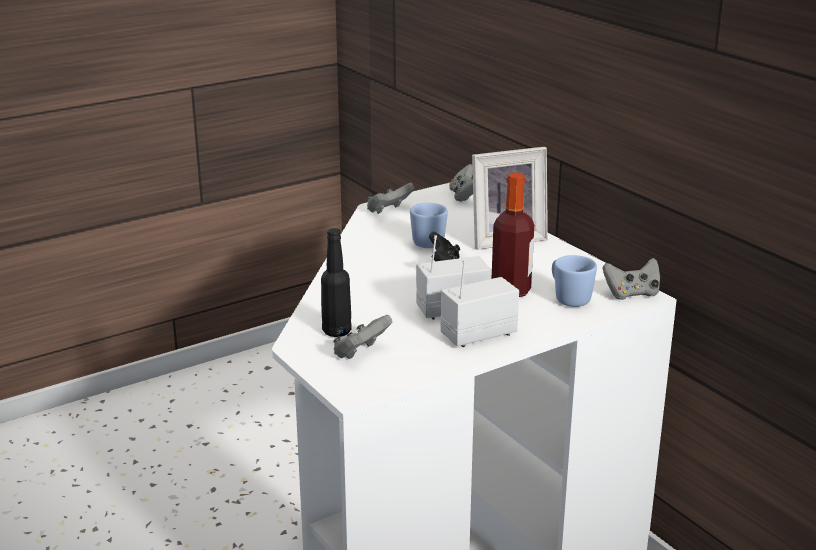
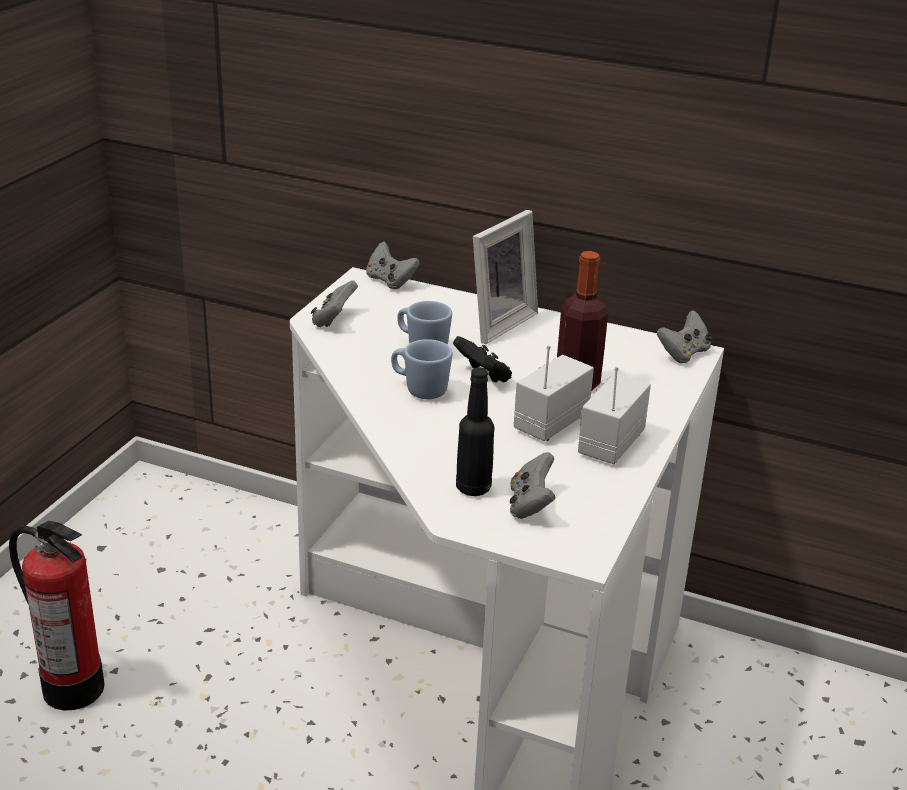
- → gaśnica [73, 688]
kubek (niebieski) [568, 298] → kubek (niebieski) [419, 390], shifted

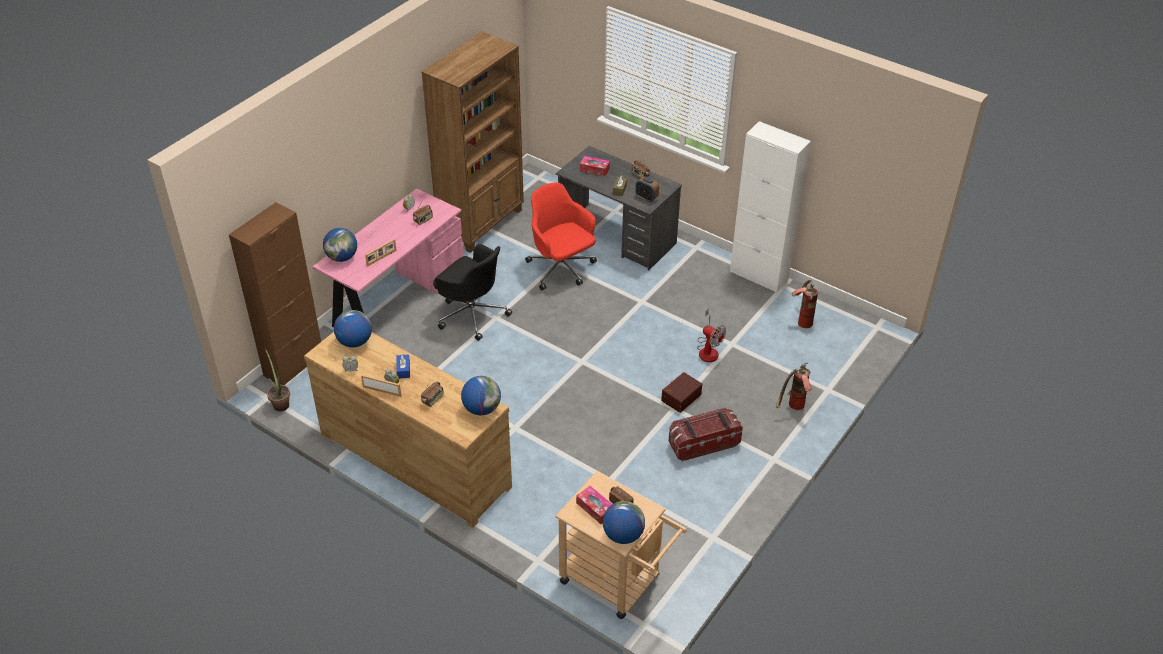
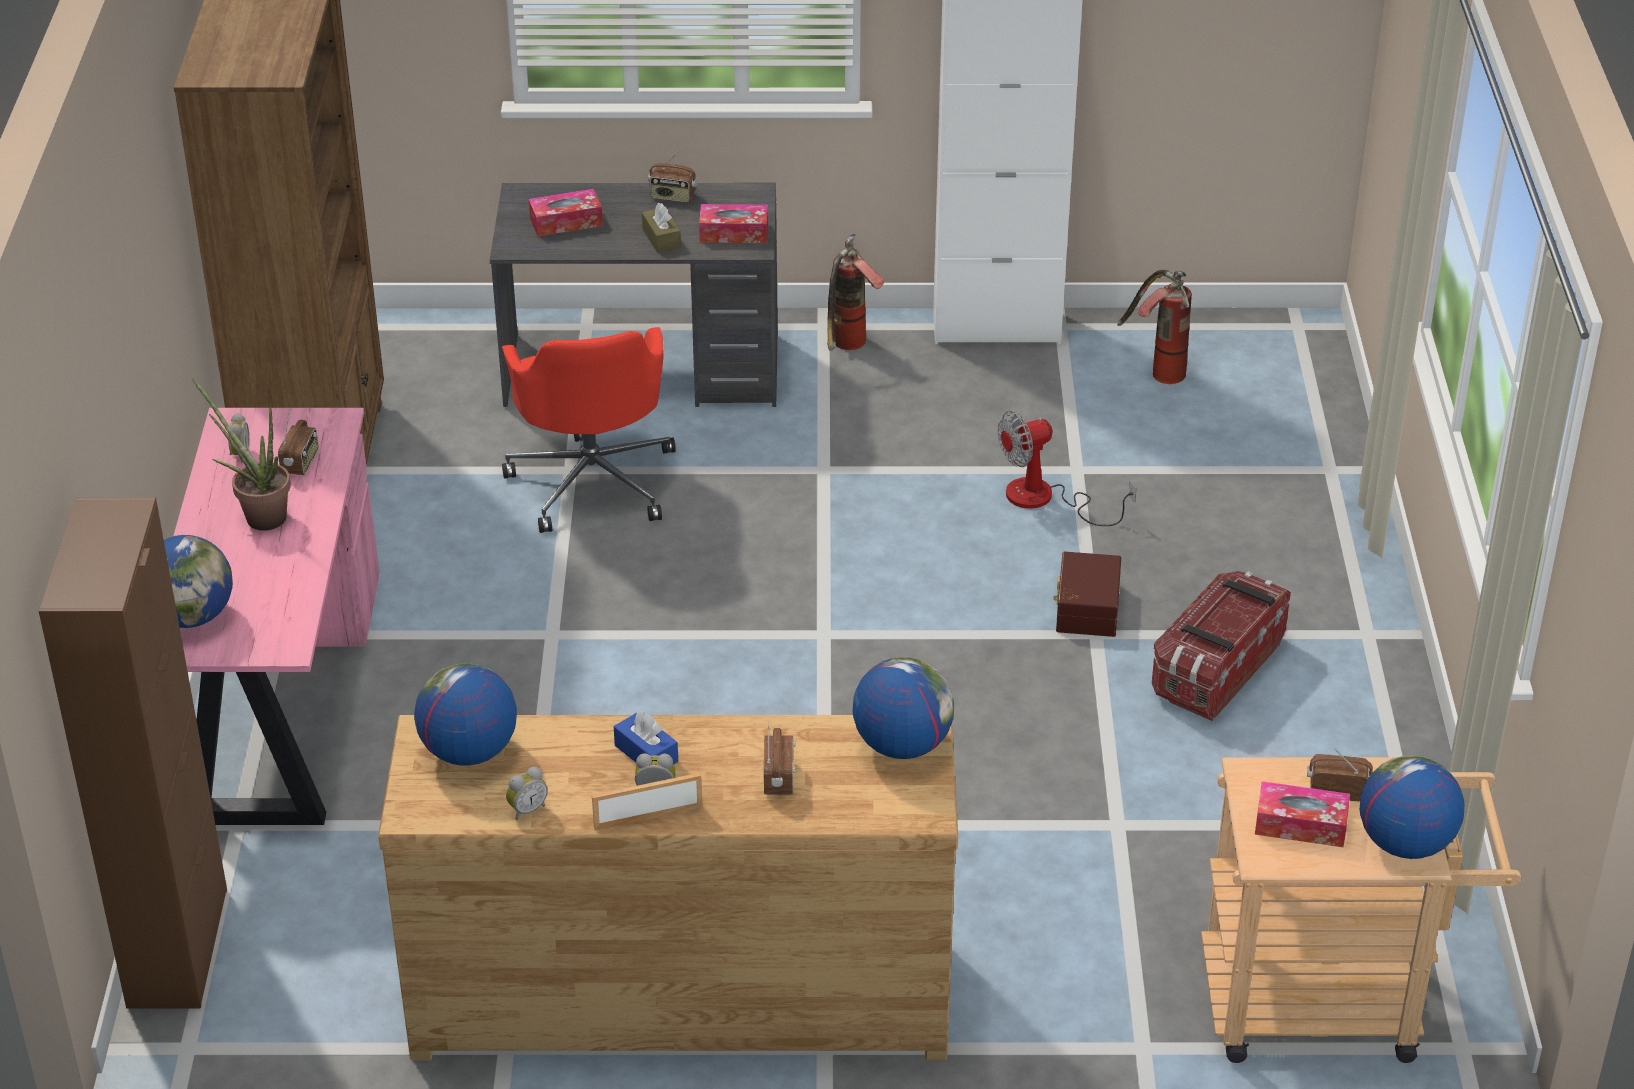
roślina doniczkowa [280, 403] → roślina doniczkowa [259, 515], shifted
krzesło biurowe (czerwony) [561, 269] → krzesło biurowe (czerwony) [593, 480], 120 degrees counterclockwise
budzik [646, 198] → pudełko chusteczek [734, 233]
gaśnica [793, 408] → gaśnica [848, 348], shifted
wentylator [708, 349] → wentylator [1045, 499], 150 degrees clockwise
ramka na zdjęcie [382, 258] → -
krzesło biurowe (czarny) [471, 313] → -

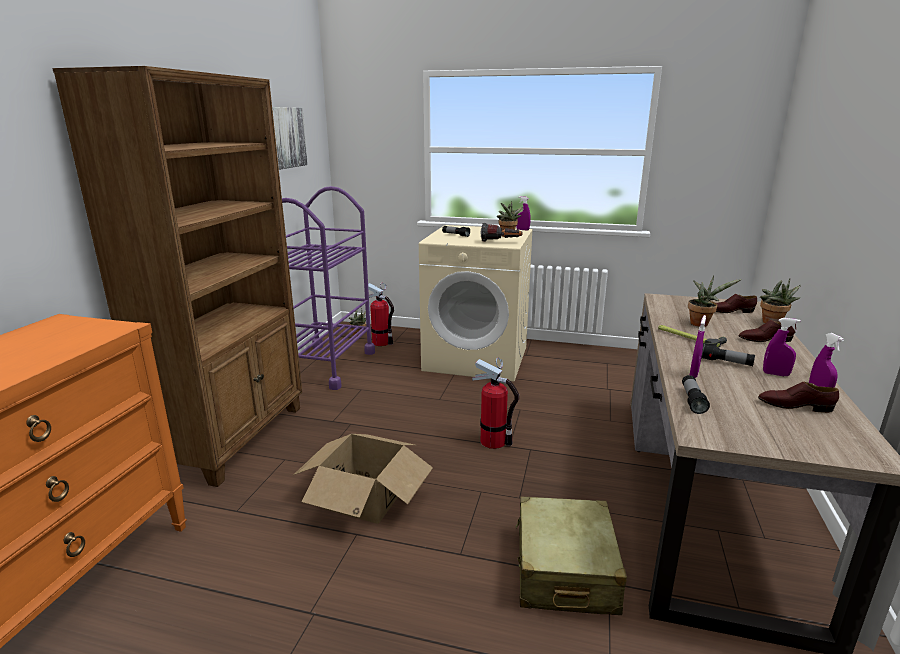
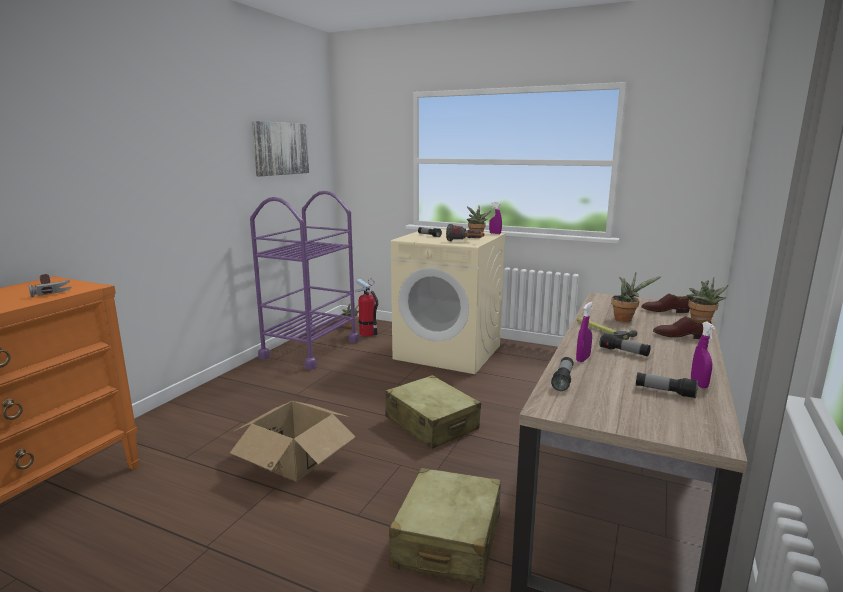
- → młotek [50, 288]
gaśnica [493, 441] → walizka (beżowy) [431, 423]
but (brązowy) [795, 406] → latarka [664, 392]
regał (brązowy) [235, 437] → -
spryskiwacz (fioletowy) [776, 374] → -

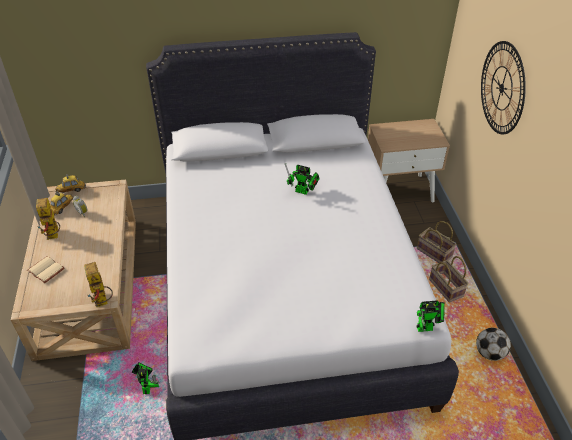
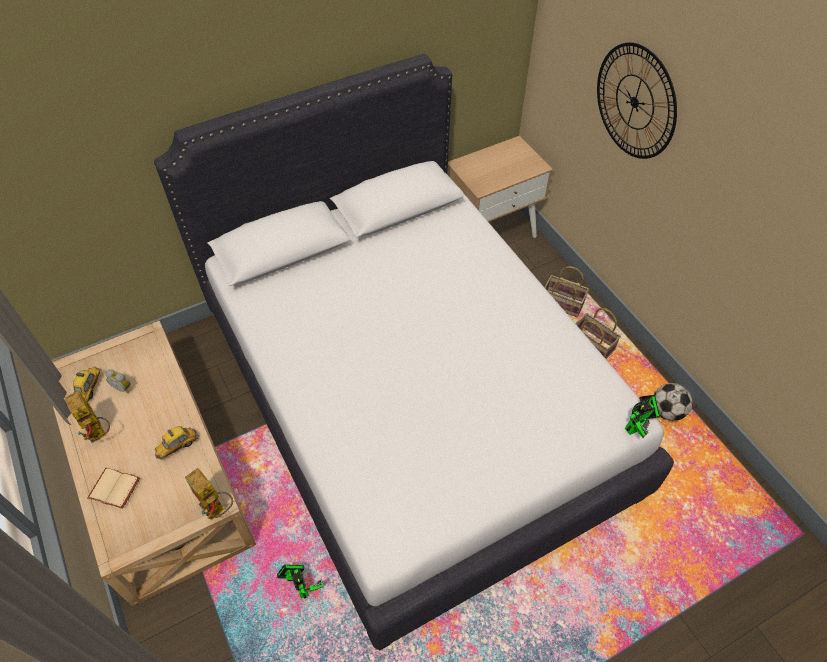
samochodzik [71, 190] → samochodzik [177, 446], shifted
robot zabawkowy [303, 192] → -

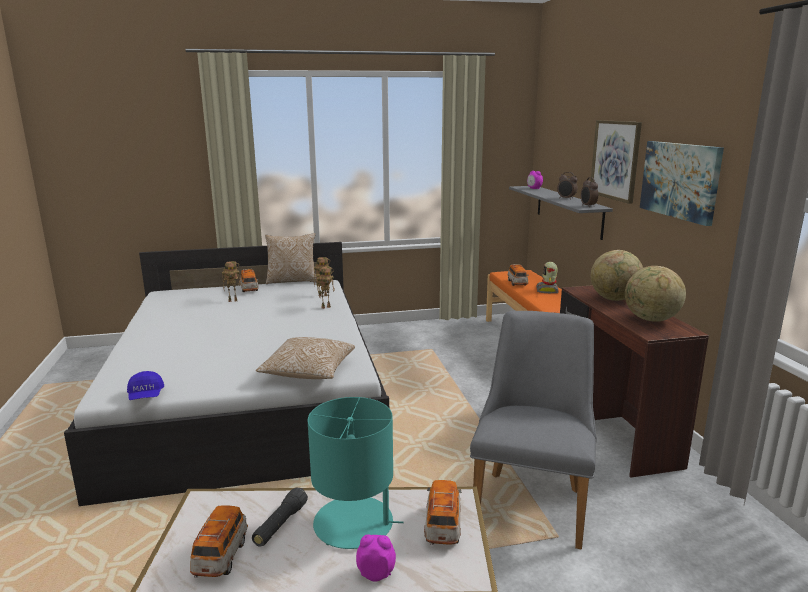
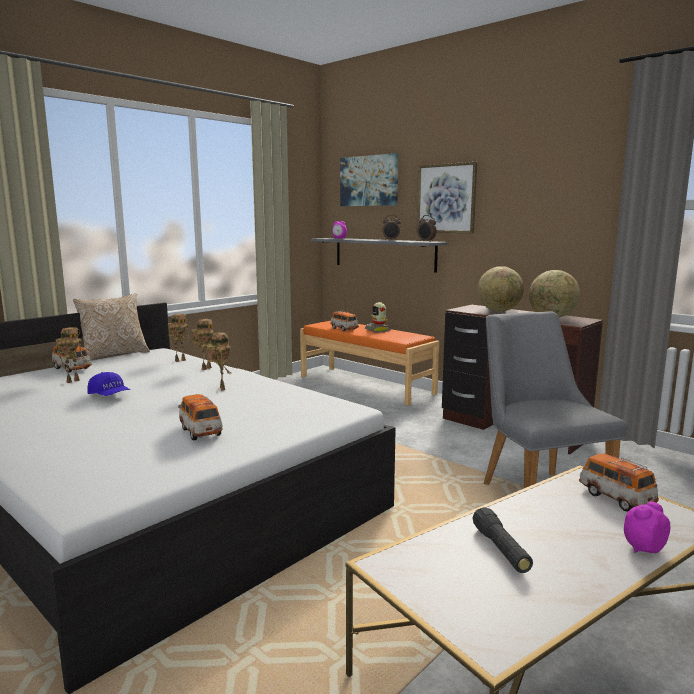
czapka z daszkiem (niebieski) [146, 396] → czapka z daszkiem (niebieski) [110, 395], shifted
samochodzik [221, 556] → samochodzik [200, 431], shifted
- → robot zabawkowy [220, 388]
obraz [680, 180] → obraz [369, 181], shifted
poduszka [308, 372] → -
lampa stołowa (turkusowy) [354, 523] → -

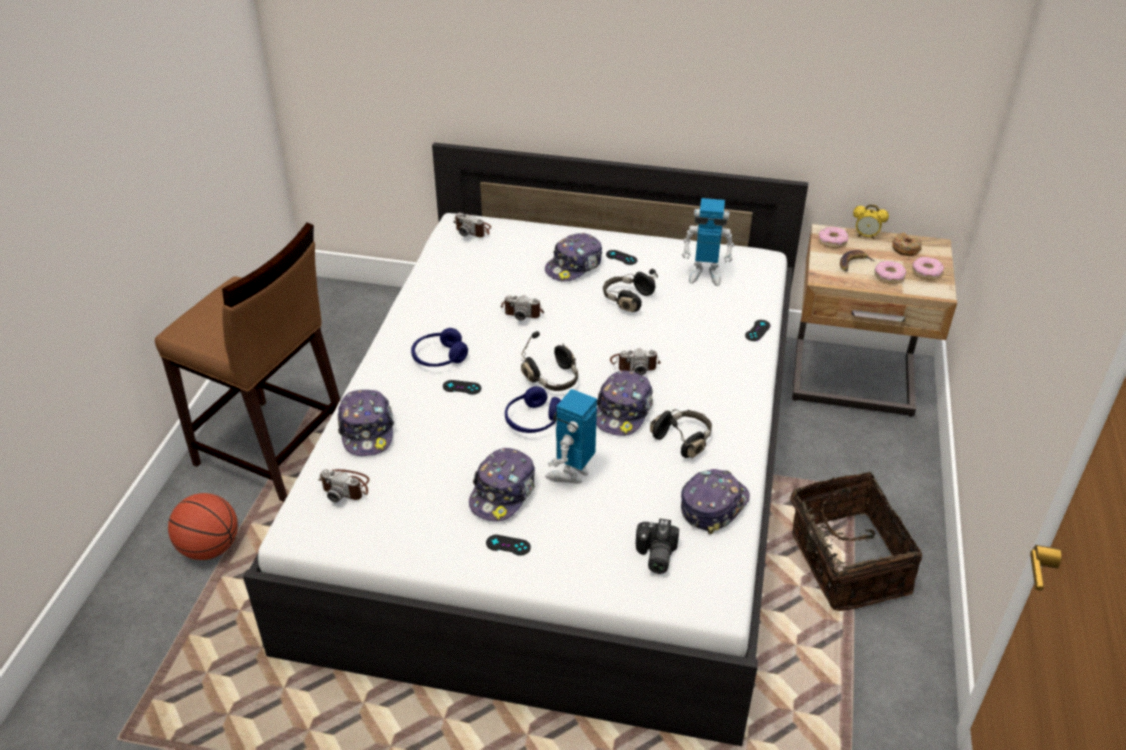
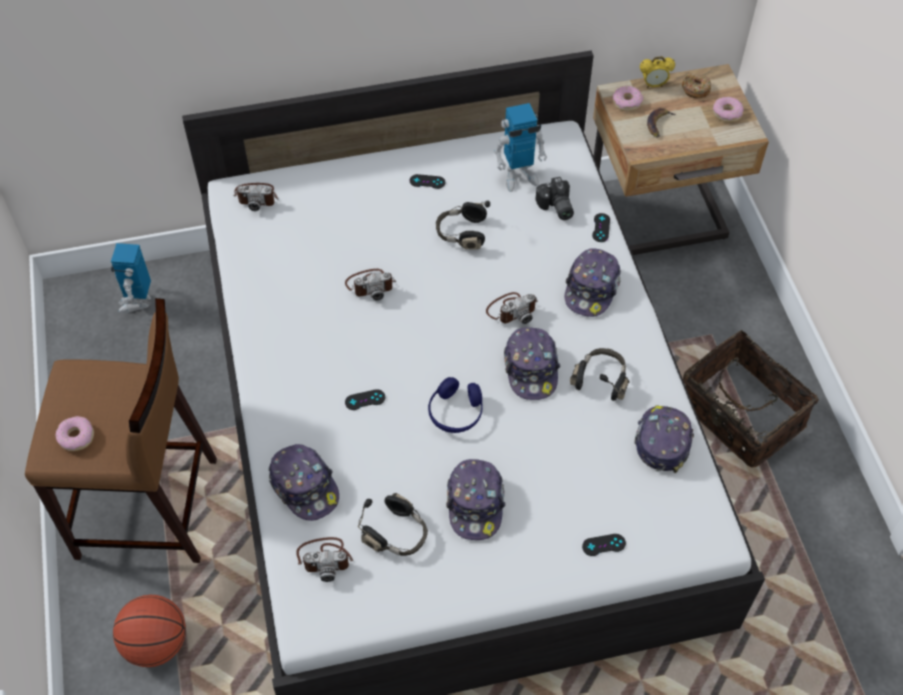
donut [889, 276] → donut [76, 437], shifted
robot zabawkowy [571, 473] → robot zabawkowy [138, 301], shifted
słuchawki (czarny) [553, 379] → słuchawki (czarny) [397, 534], shifted
aparat fotograficzny [654, 555] → aparat fotograficzny [555, 207], shifted
czapka z daszkiem [574, 266] → czapka z daszkiem [591, 289], shifted
pad do gier (czarny) [508, 545] → pad do gier (czarny) [604, 545], shifted
słuchawki (niebieski) [439, 357] → -

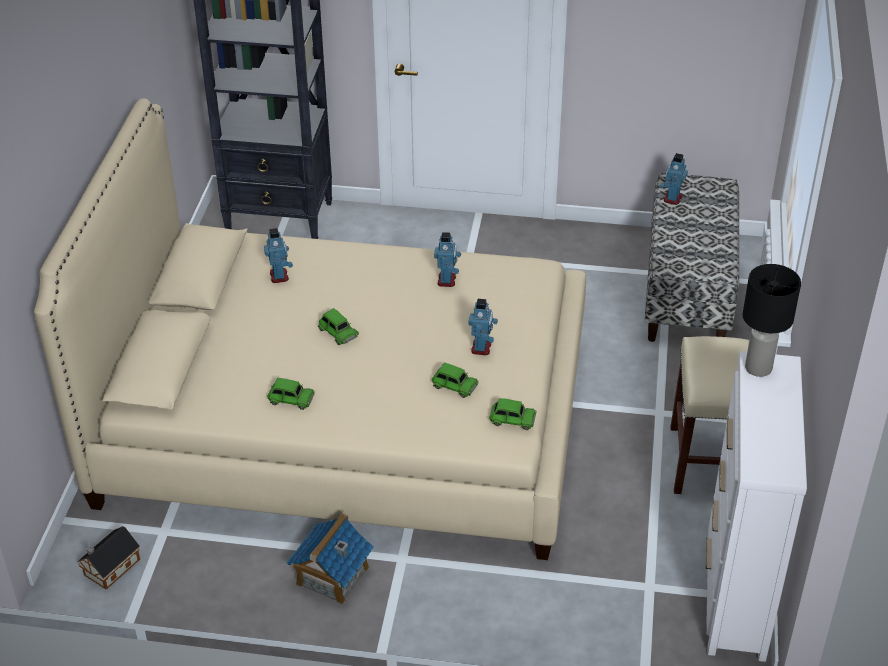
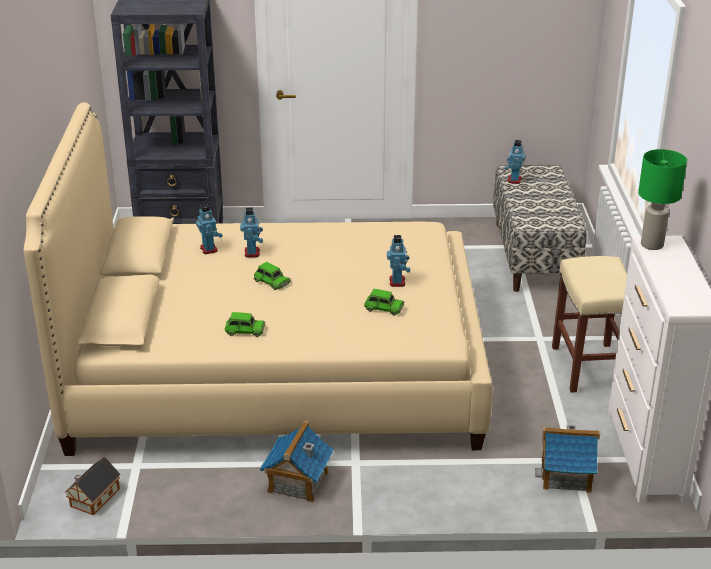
robot zabawkowy [447, 280] → robot zabawkowy [252, 253], shifted
- → domek [566, 475]
lampa stołowa (czarny) [759, 368] → lampa stołowa (zielony) [652, 245]
samochodzik (zielony) [512, 419] → -

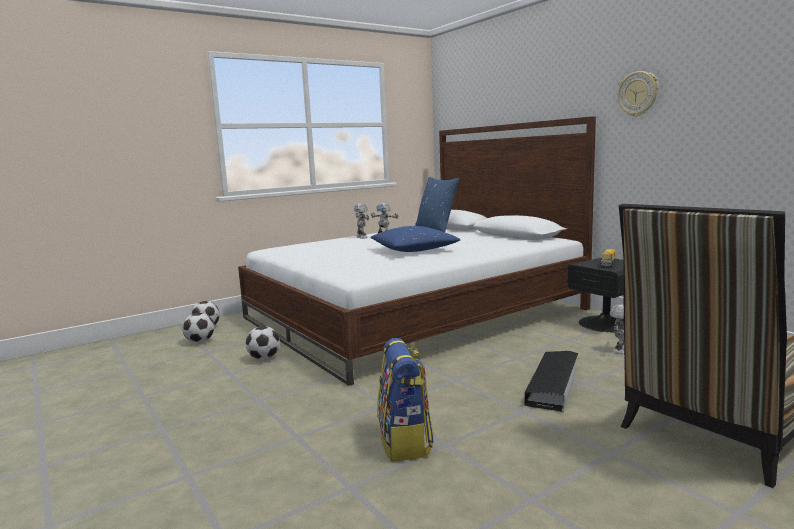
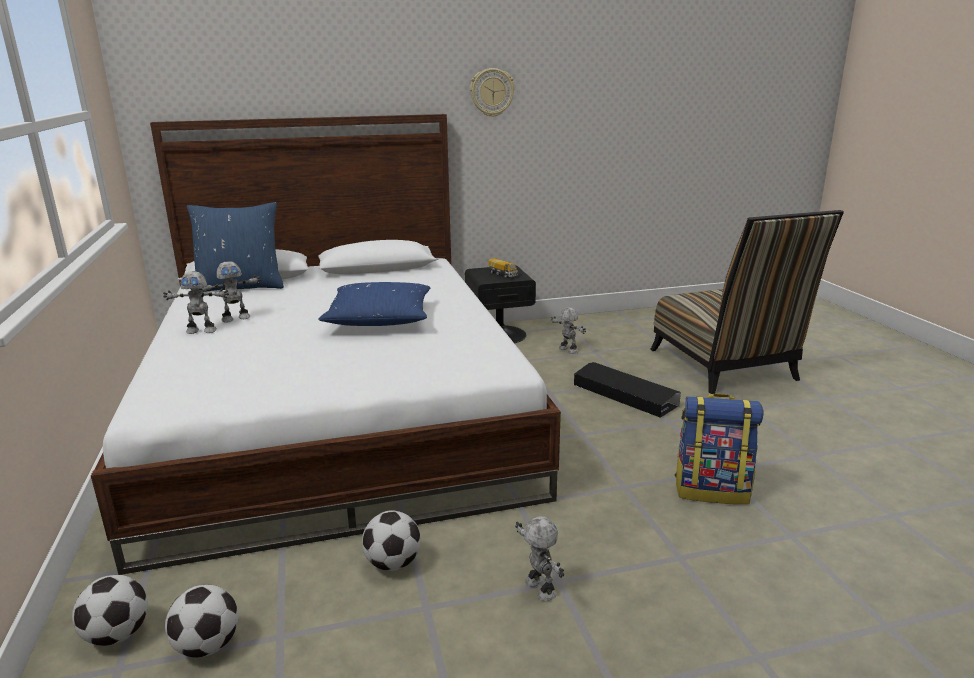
- → robot zabawkowy [539, 589]

